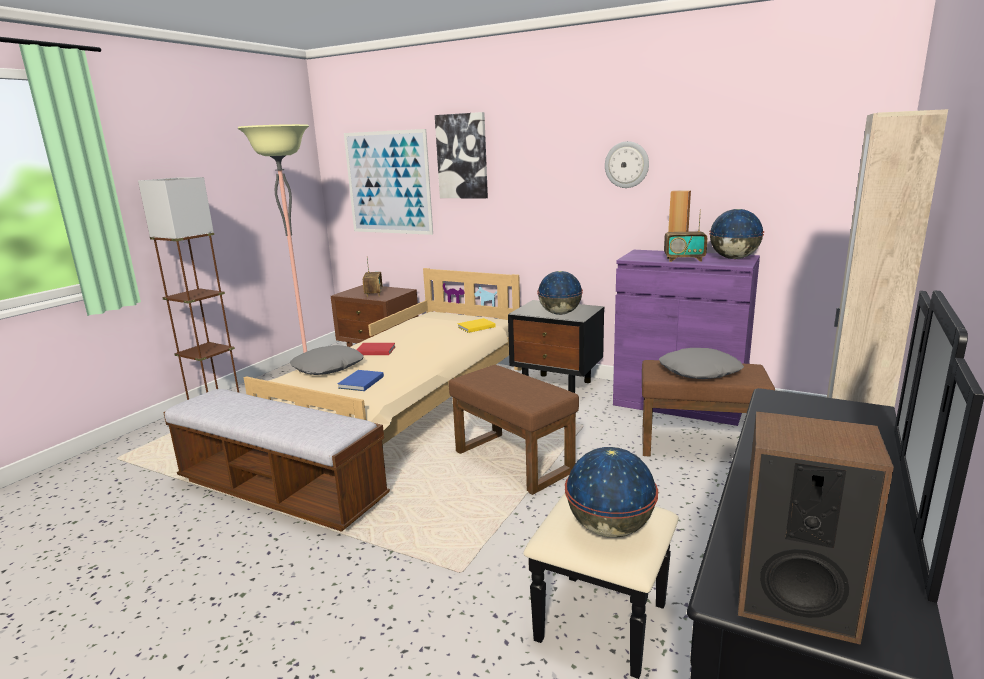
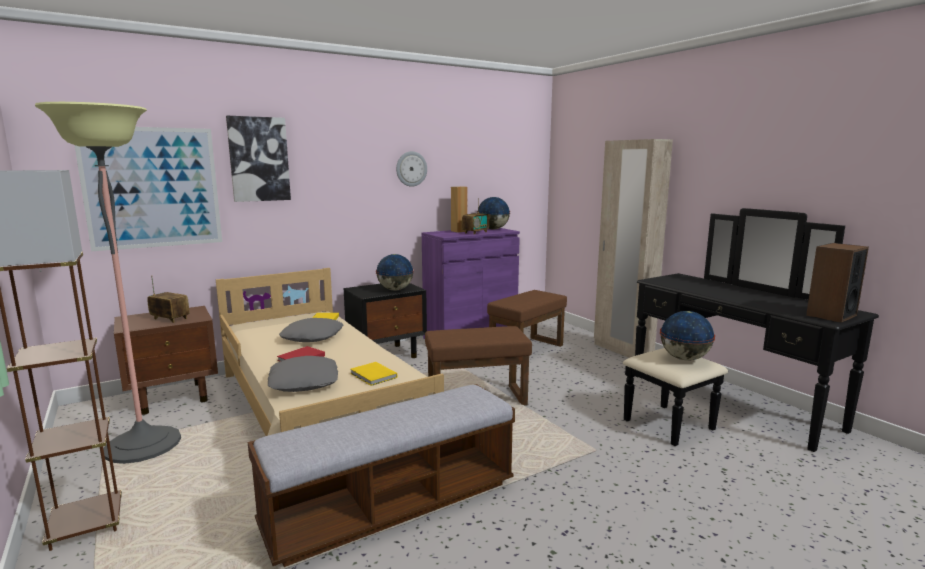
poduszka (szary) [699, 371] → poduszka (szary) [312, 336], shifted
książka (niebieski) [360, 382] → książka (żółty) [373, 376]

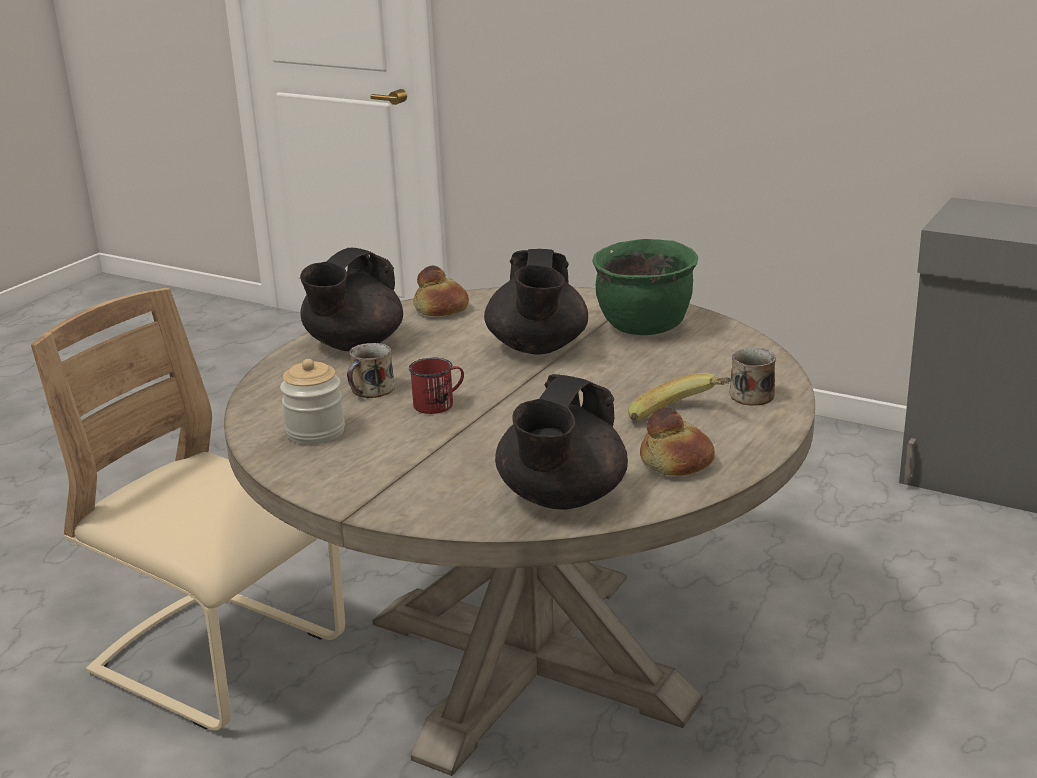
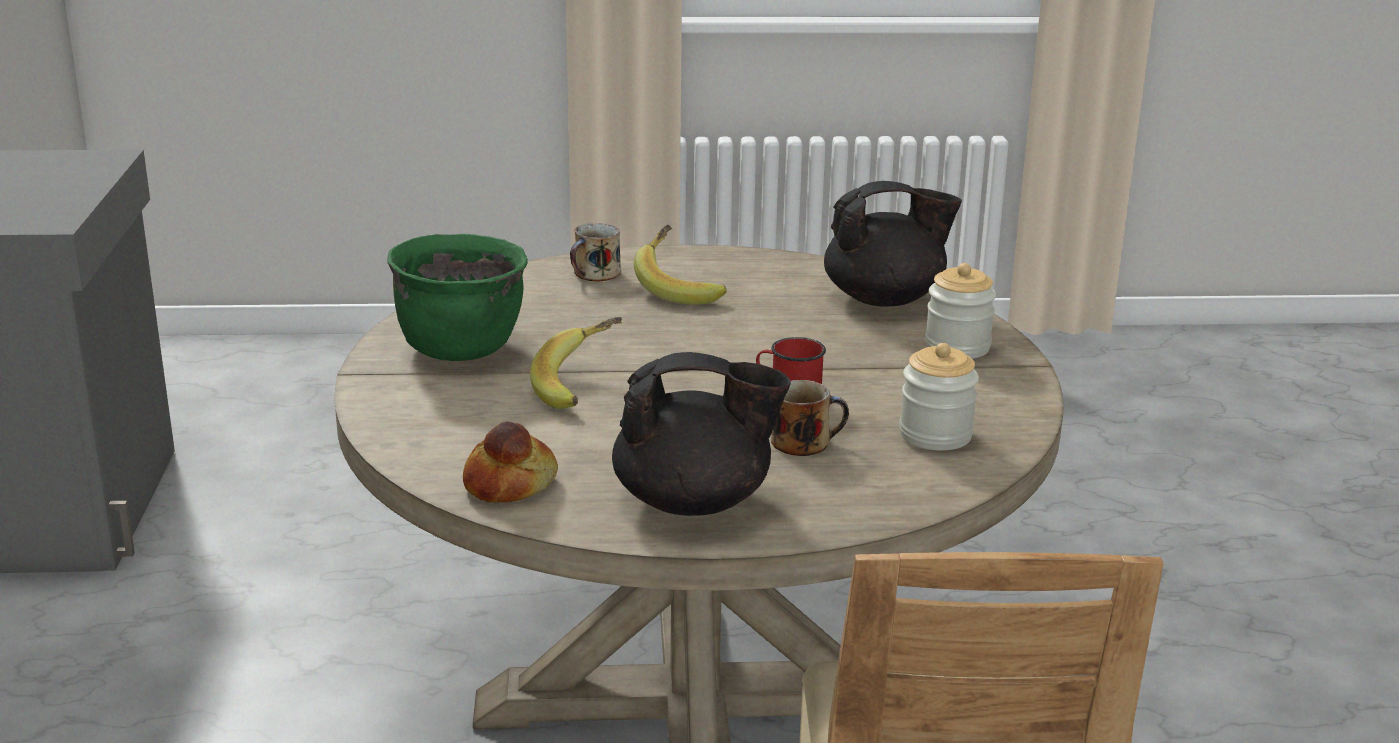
imbryk (czarny) [537, 348] → banan [582, 387]
- → słoik [957, 347]
chleb [675, 463] → -

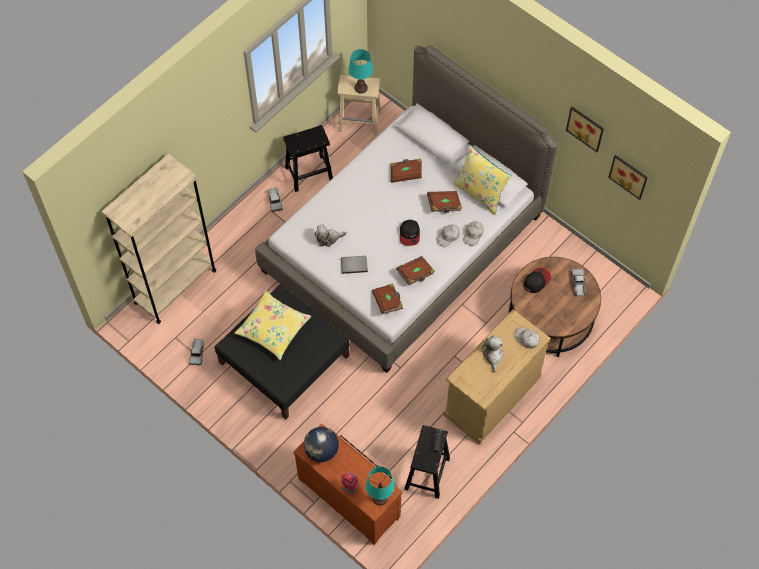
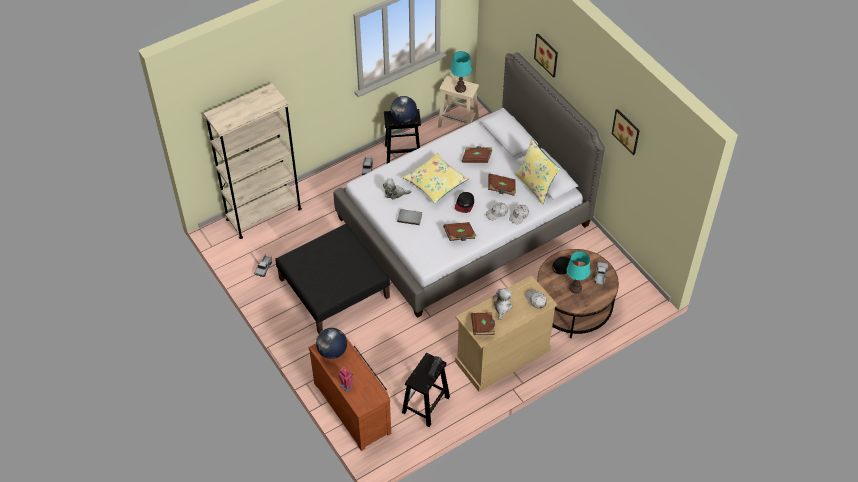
- → globus [403, 118]
poduszka (żółty) [273, 328] → poduszka (żółty) [436, 183], shifted
książka (brązowy) [388, 302] → książka (brązowy) [483, 327], shifted
obraz [629, 175] → obraz [547, 54], shifted
lampa stołowa (turkusowy) [380, 498] → lampa stołowa (turkusowy) [575, 288], shifted

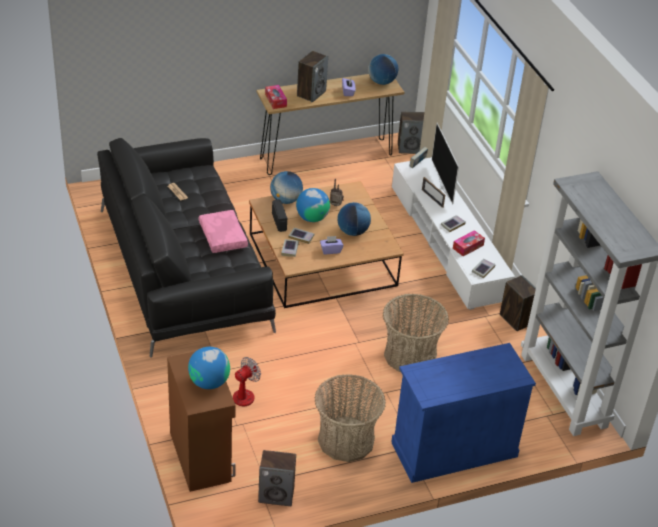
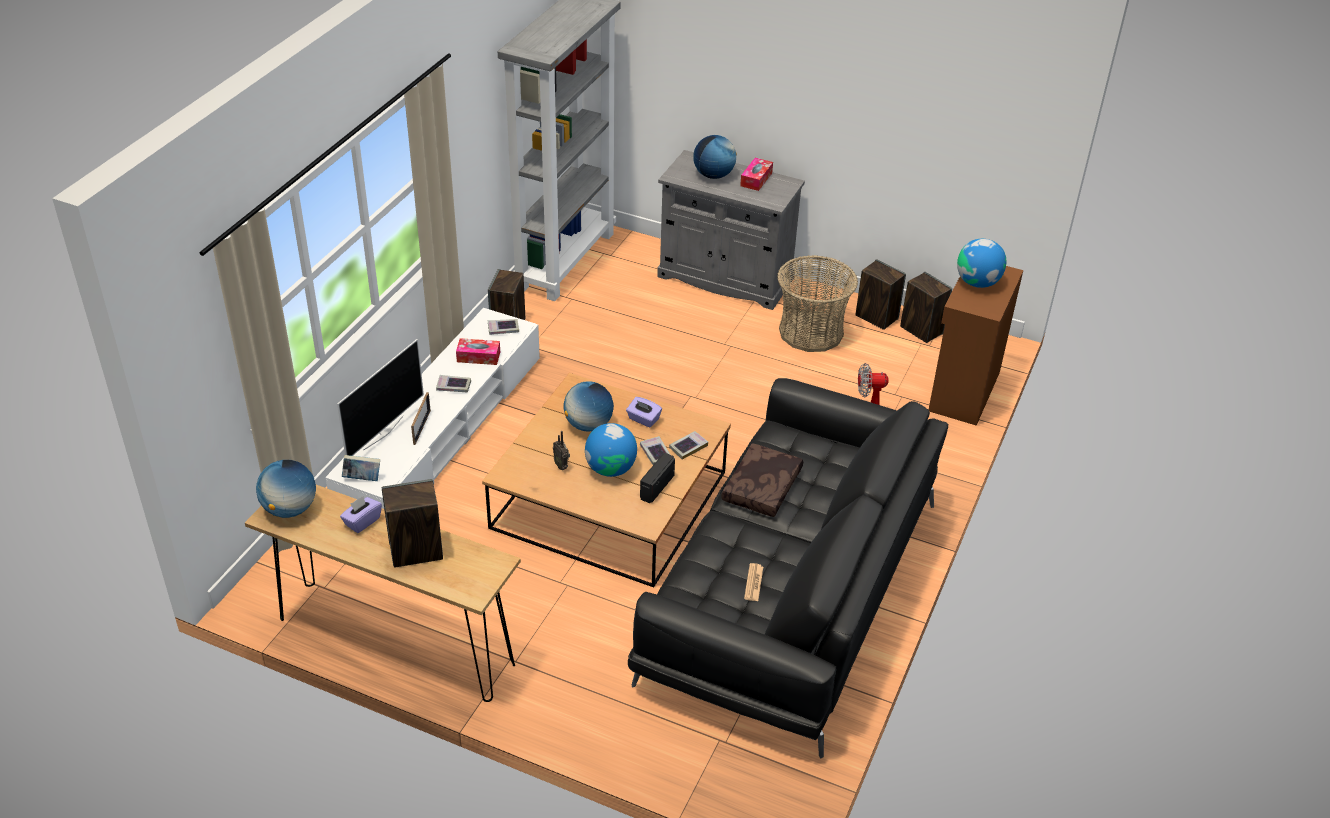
szafka (niebieski) [454, 449] → szafka (szary) [725, 278]
globus [286, 200] → globus [713, 175], shifted
poduszka (różowy) [222, 236] → poduszka (brązowy) [763, 488]
pudełko chusteczek [275, 100] → pudełko chusteczek [756, 179], shifted
głośnik [410, 148] → głośnik [876, 317], shifted
koszyk [410, 355] → -

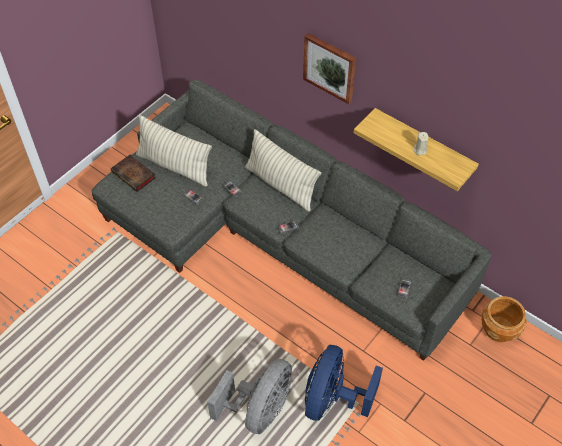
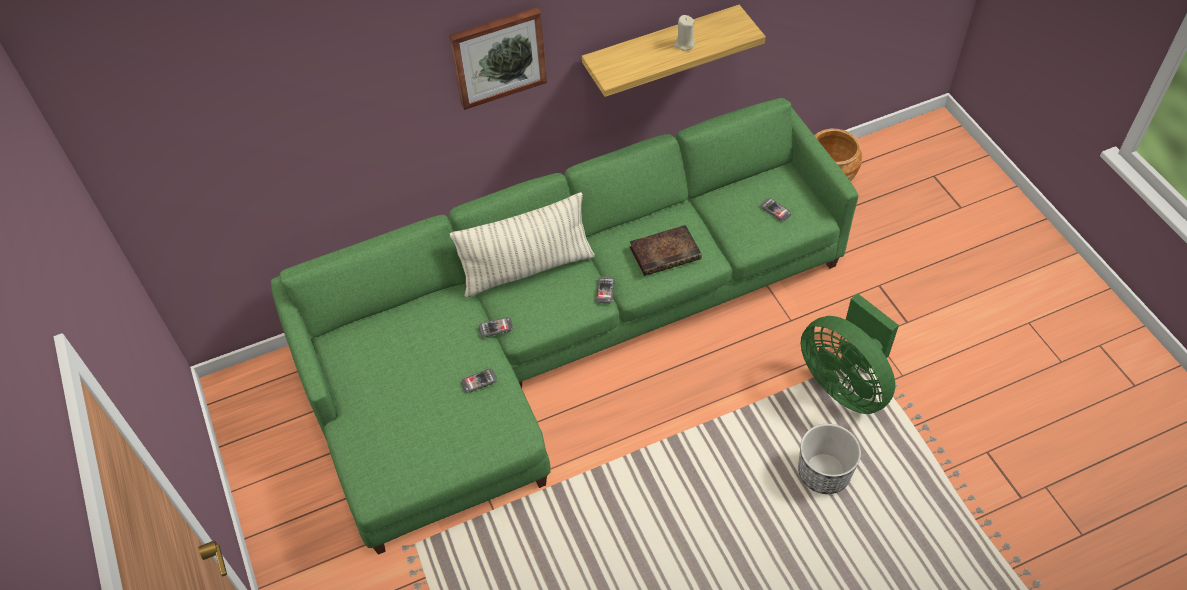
kanapa (szary) [276, 234] → kanapa (zielony) [554, 338]
książka [134, 175] → książka [666, 252], shifted
wentylator (szary) [259, 410] → donica [823, 473]
wentylator (niebieski) [332, 399] → wentylator (zielony) [845, 383]
poduszka [174, 166] → -

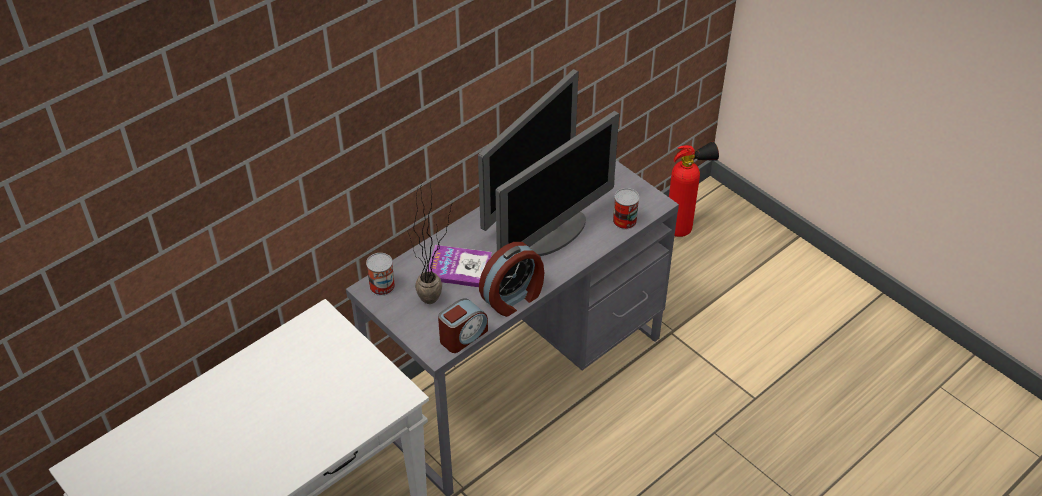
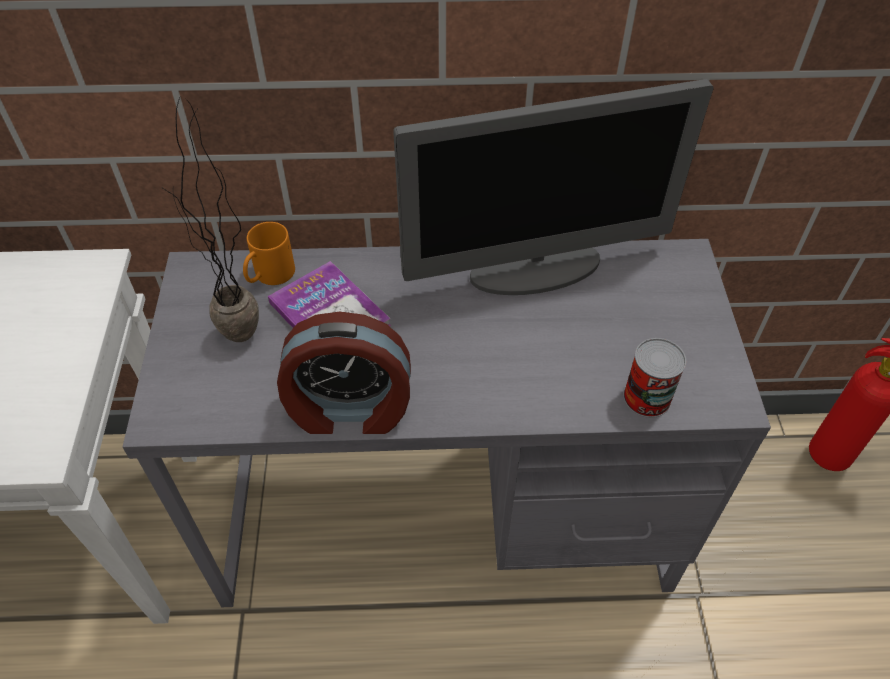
- → kubek (pomarańczowy) [269, 276]
puszka [382, 286] → -
budzik [463, 336] → -
monitor [556, 234] → -

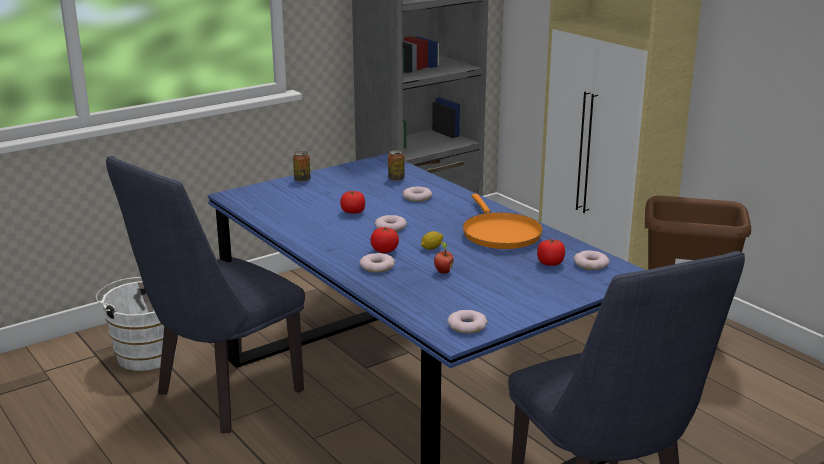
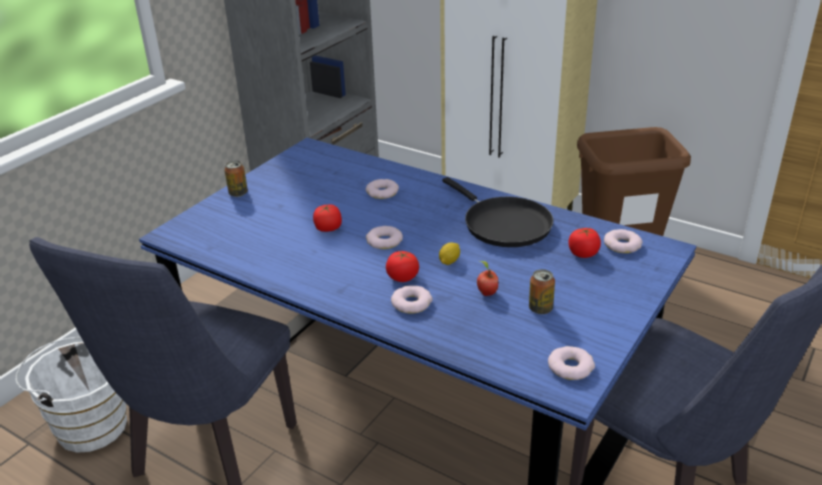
patelnia (pomarańczowy) [499, 233] → patelnia (czarny) [503, 224]
puszka [396, 179] → puszka [540, 309], shifted

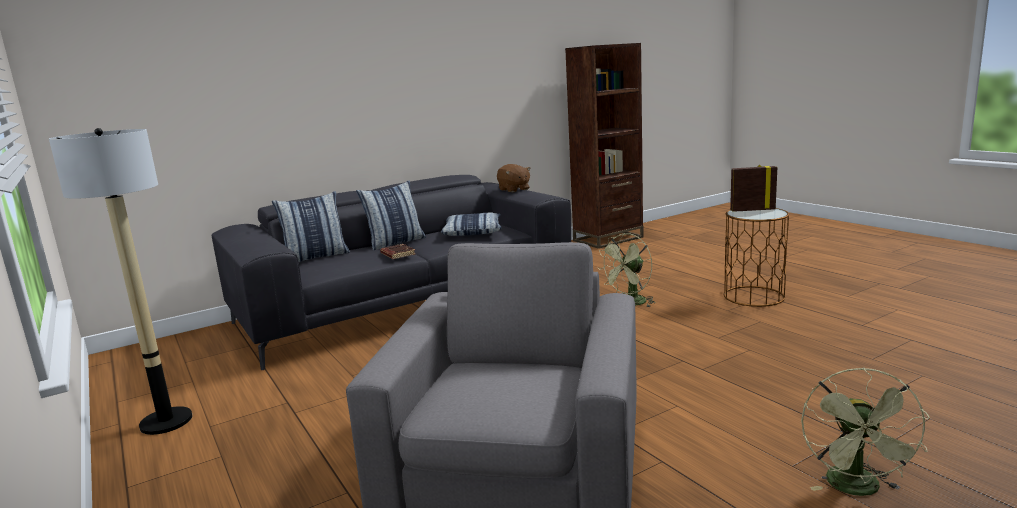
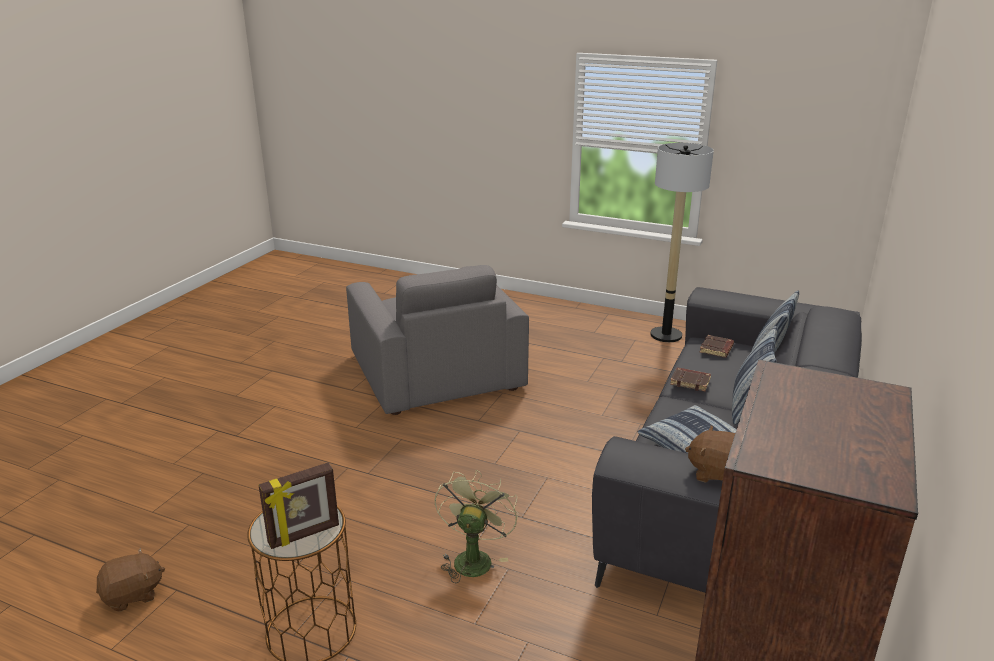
- → pluszak (brązowy) [133, 595]
- → książka (brązowy) [717, 349]
wentylator (zielony) [858, 489] → -

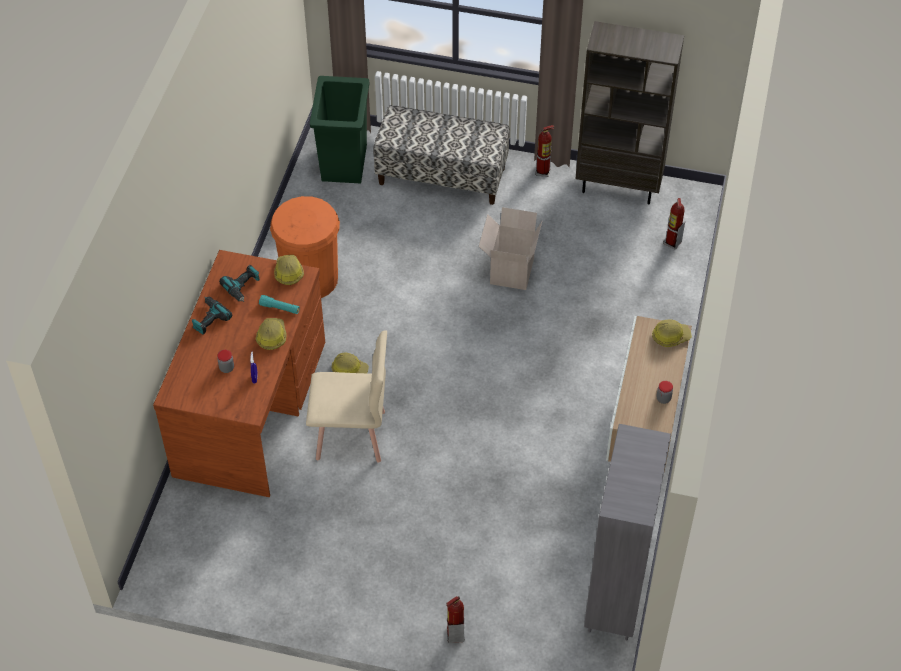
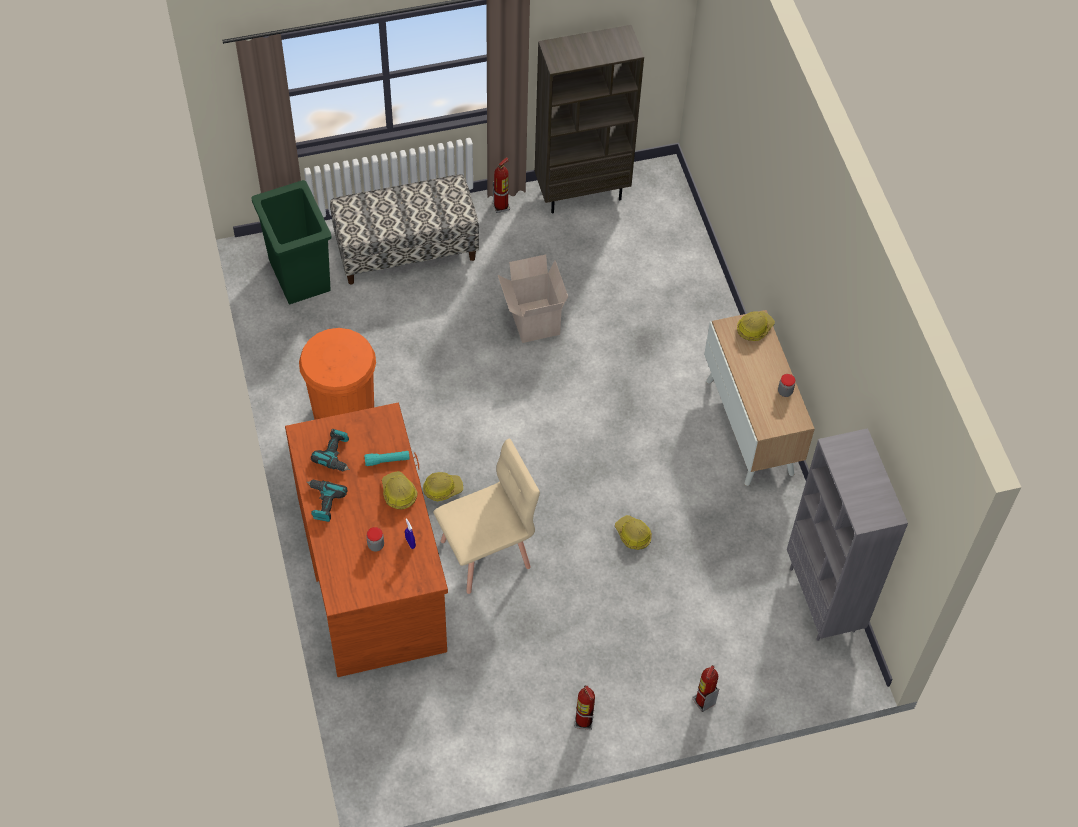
gaśnica [672, 243] → gaśnica [583, 721], shifted
kask [288, 273] → kask [633, 535], shifted

